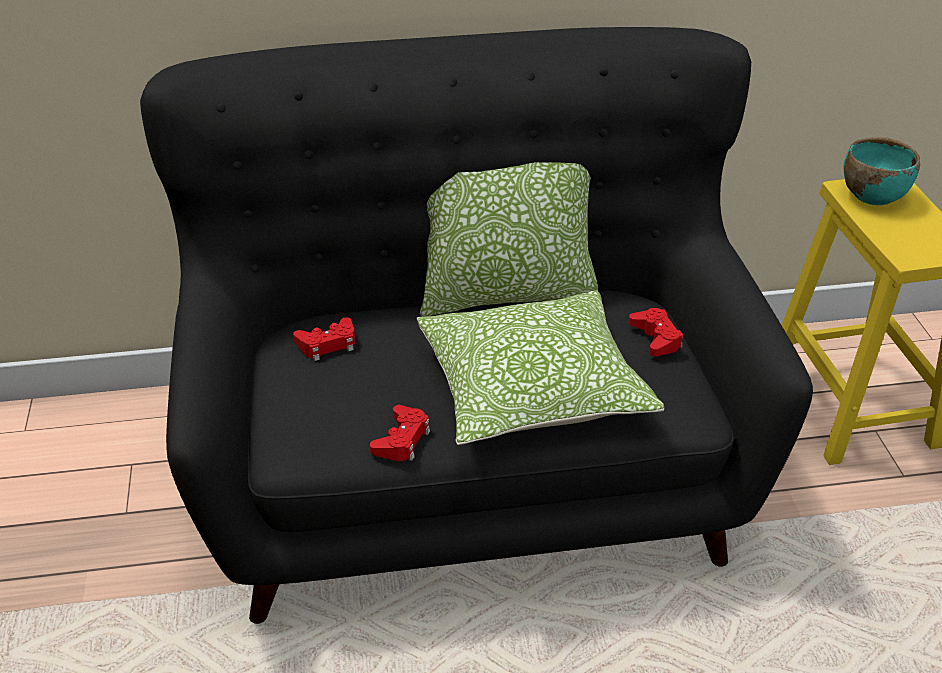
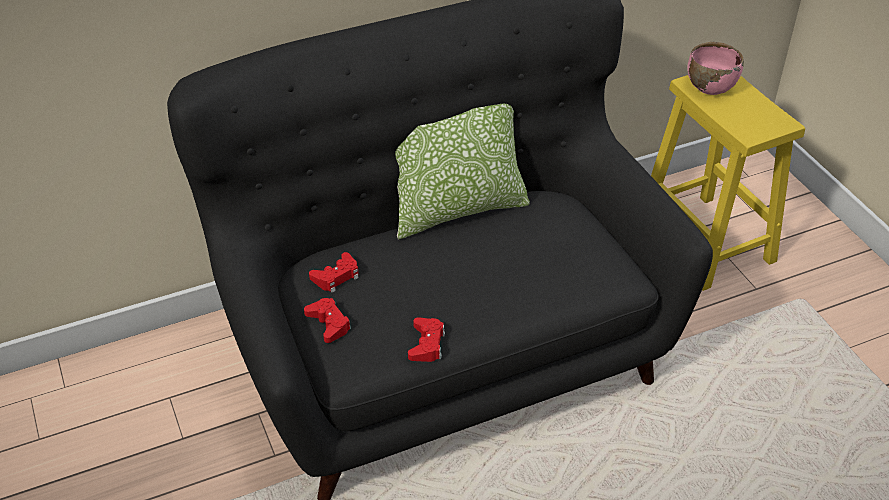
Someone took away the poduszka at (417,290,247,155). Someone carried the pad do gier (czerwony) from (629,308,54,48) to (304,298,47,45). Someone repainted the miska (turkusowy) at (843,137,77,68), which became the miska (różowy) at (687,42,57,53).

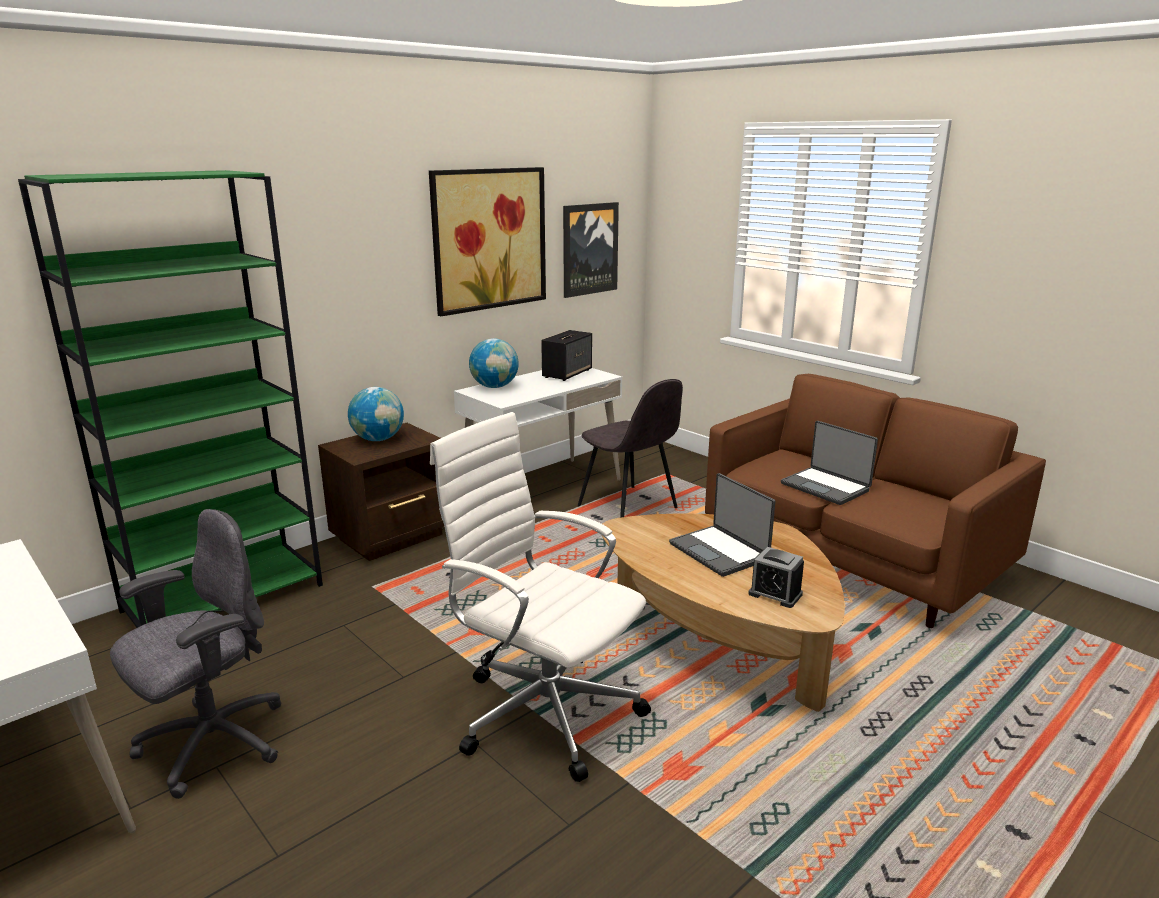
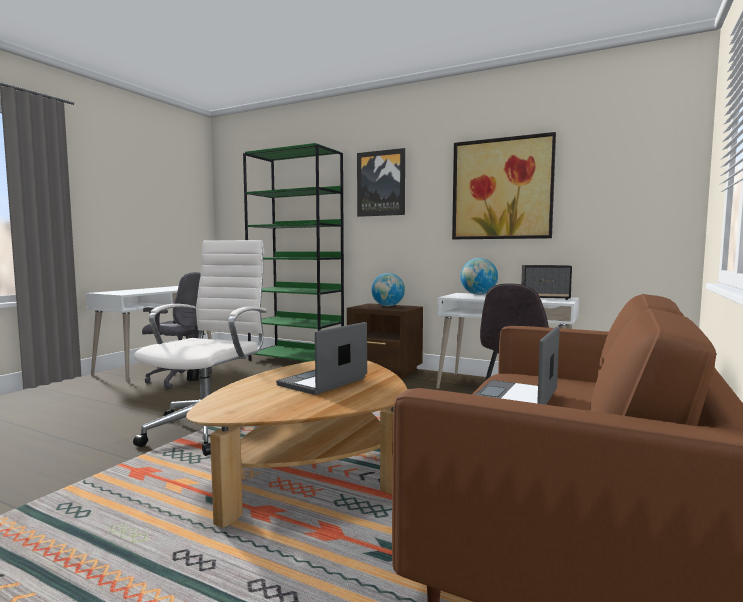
Someone carried the obraz from (563,202,56,96) to (357,148,48,69). Someone took away the budzik at (748,547,56,61).

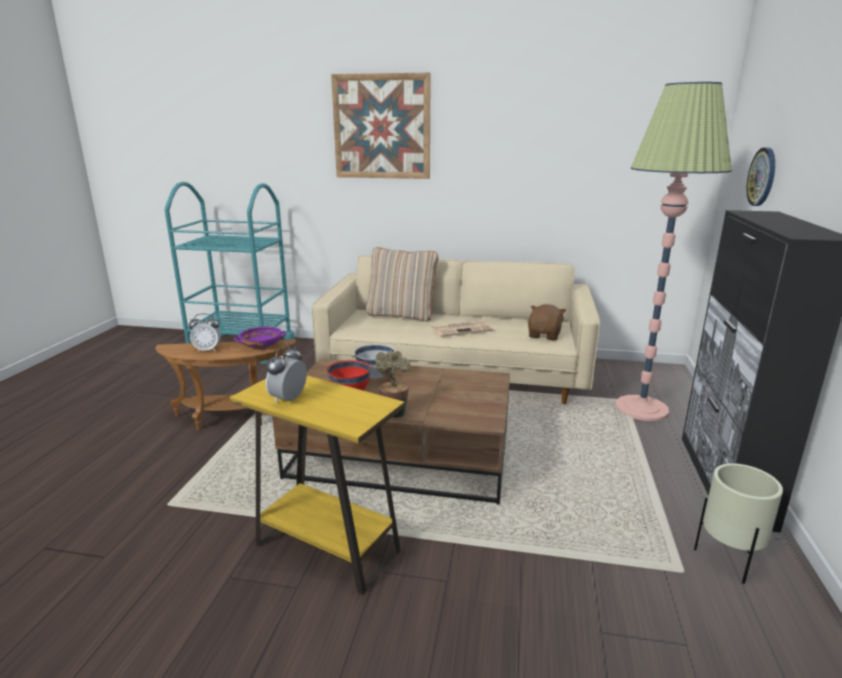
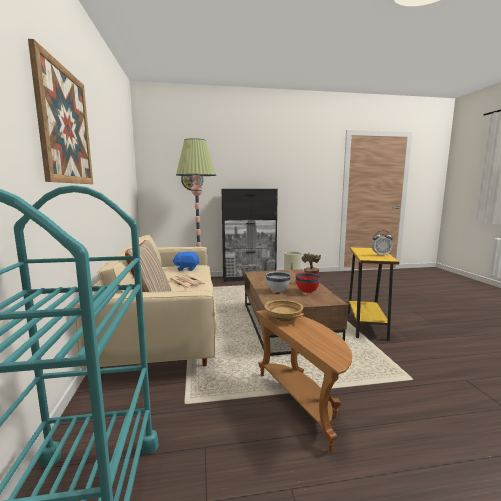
Someone took away the budzik at (189,314,32,38). Someone repainted the miska (fioletowy) at (234,327,53,23), which became the miska (beżowy) at (265,300,39,22). Someone repainted the pluszak (brązowy) at (528,304,38,36), which became the pluszak (niebieski) at (173,252,26,19).

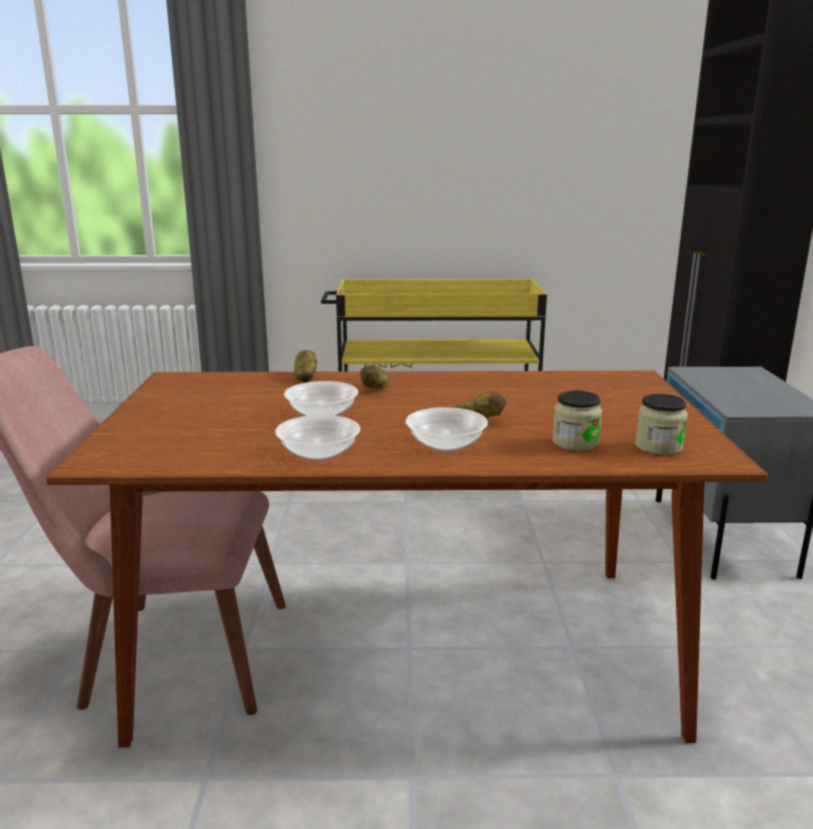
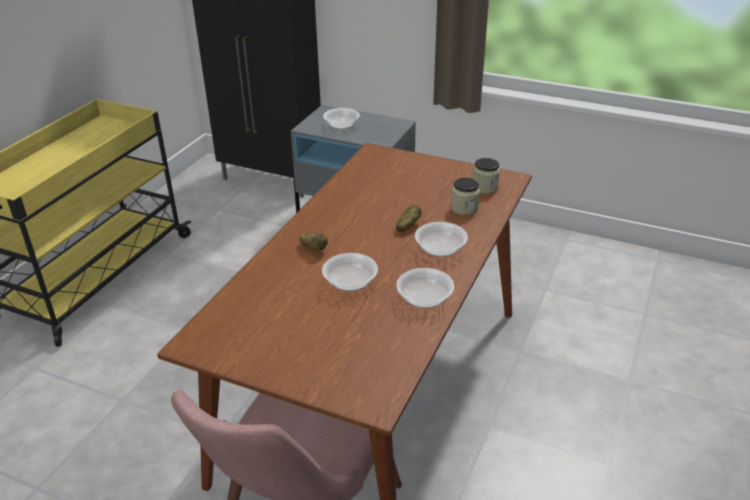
Someone took away the ziemniak at (294,350,23,32). Someone put down the miska at (323,108,37,21).

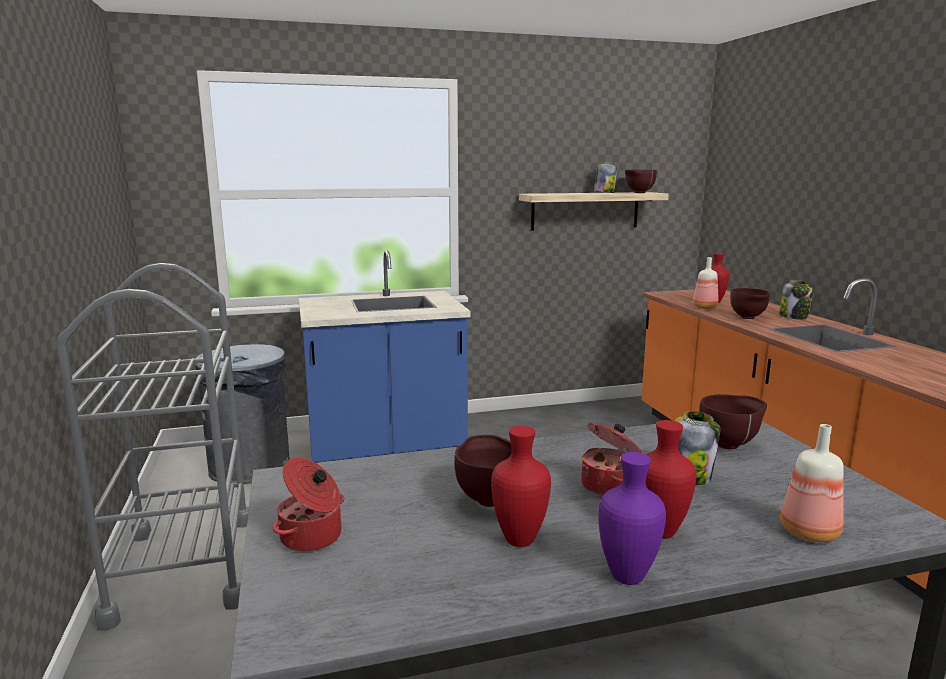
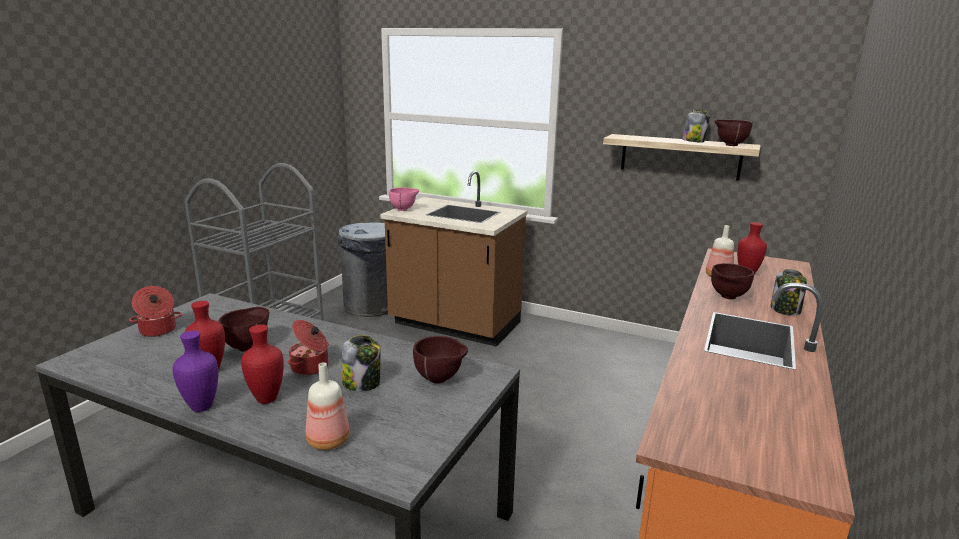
Someone repainted the zabudowa kuchenna (niebieski) at (299,250,172,213), which became the zabudowa kuchenna (brązowy) at (380,171,147,176). Someone put down the miska (różowy) at (389,187,30,24).

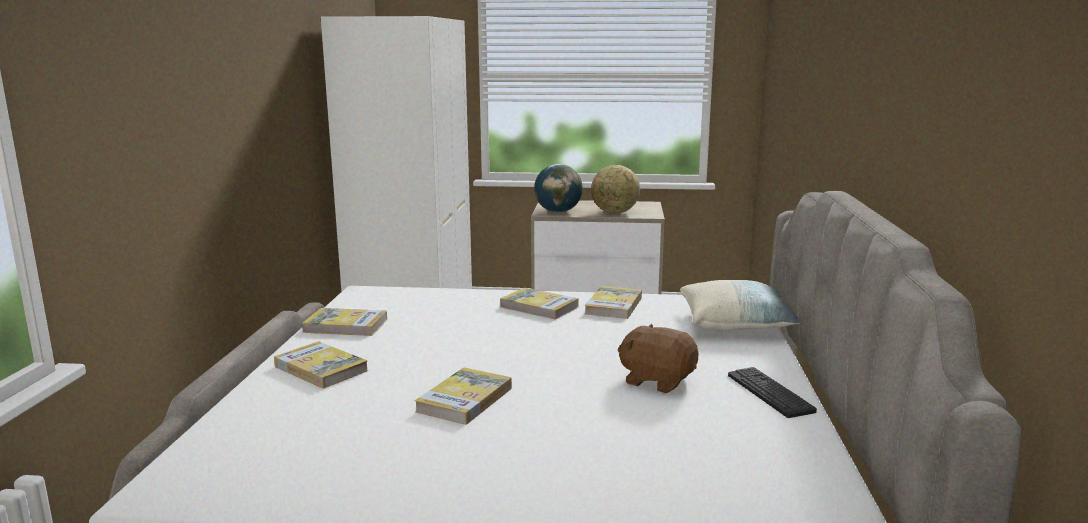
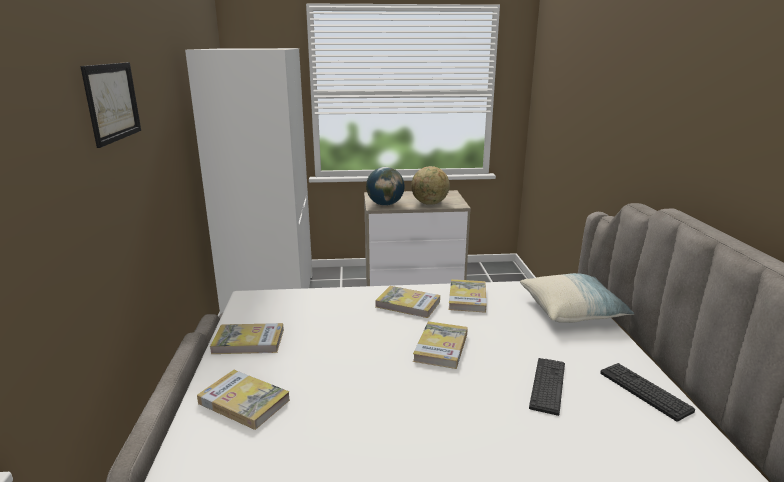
Someone carried the książka from (415,368,97,57) to (413,321,55,48). Someone swapped the pluszak (brązowy) at (618,324,81,69) for the klawiatura at (529,358,36,58). Someone put up the obraz at (80,62,61,86).

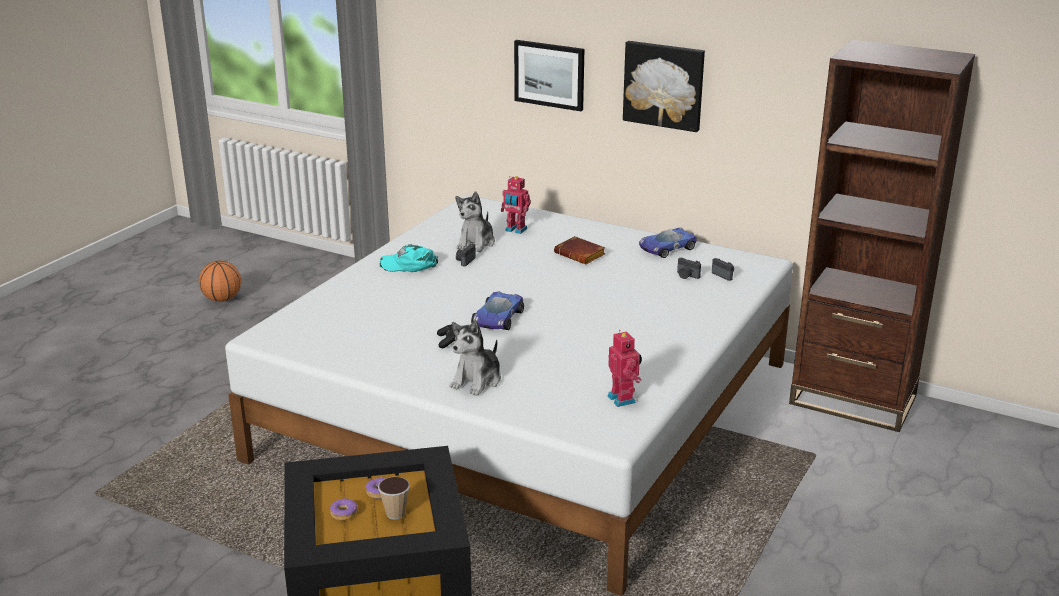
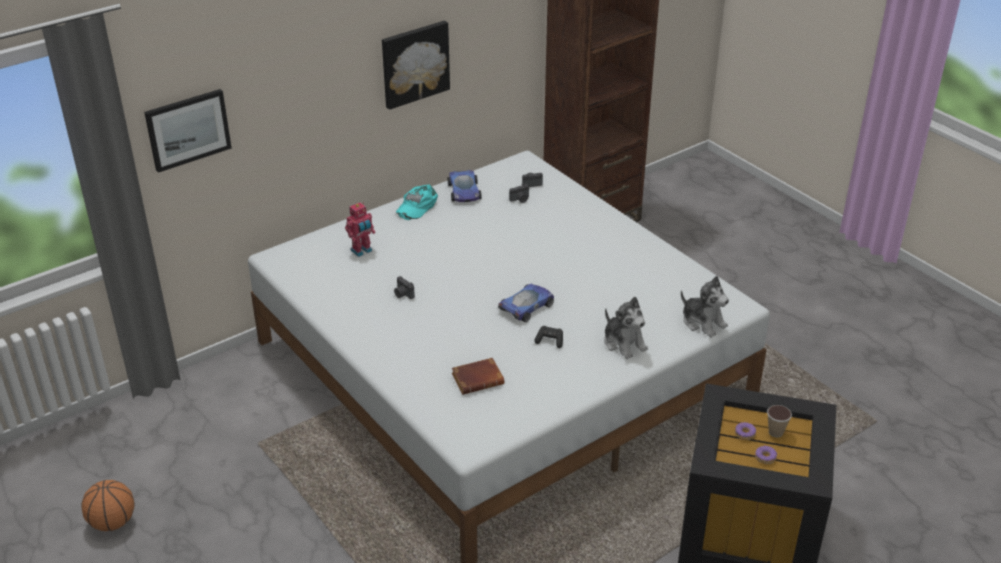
Someone carried the czapka z daszkiem (turkusowy) from (379,244,59,28) to (396,184,42,36). Someone carried the pluszak from (456,192,39,61) to (681,276,48,61). Someone rotated the samochodzik at (471,291,53,39) by 90 degrees counterclockwise. Someone carried the obraz from (514,40,70,71) to (144,89,88,84). Someone carried the książka (brązowy) from (554,236,52,28) to (452,358,52,37). Someone took away the robot zabawkowy at (608,330,34,77).

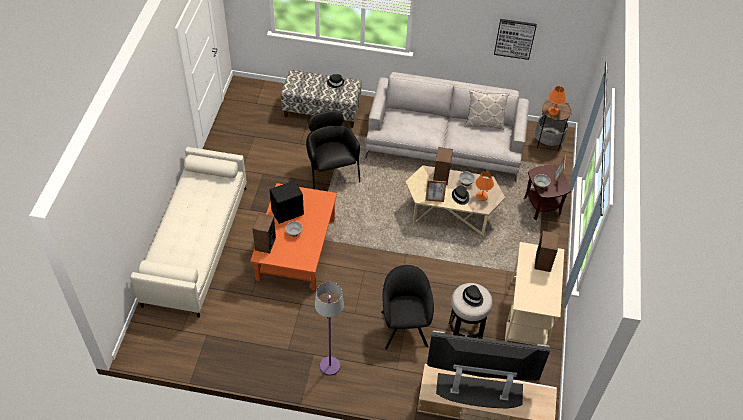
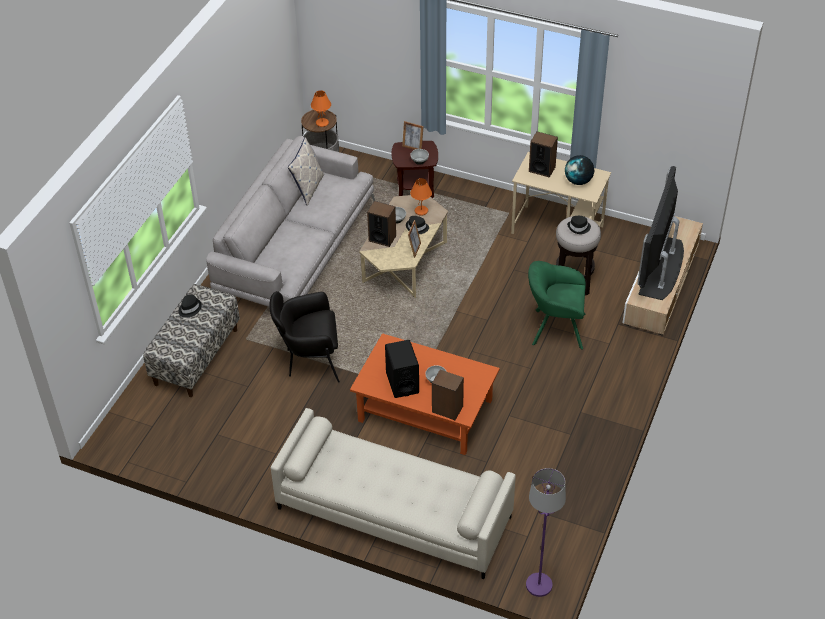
Someone carried the lampa stojąca (fioletowy) from (315,282,29,94) to (526,468,40,129). Someone repainted the fotel (czarny) at (381,265,53,85), which became the fotel (zielony) at (528,261,58,89). Someone took away the obraz at (494,19,43,41). Someone put down the globus at (565,155,29,30).

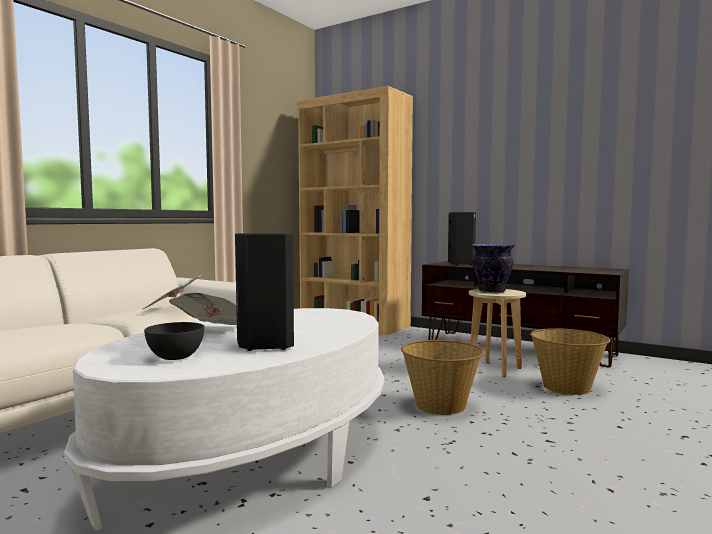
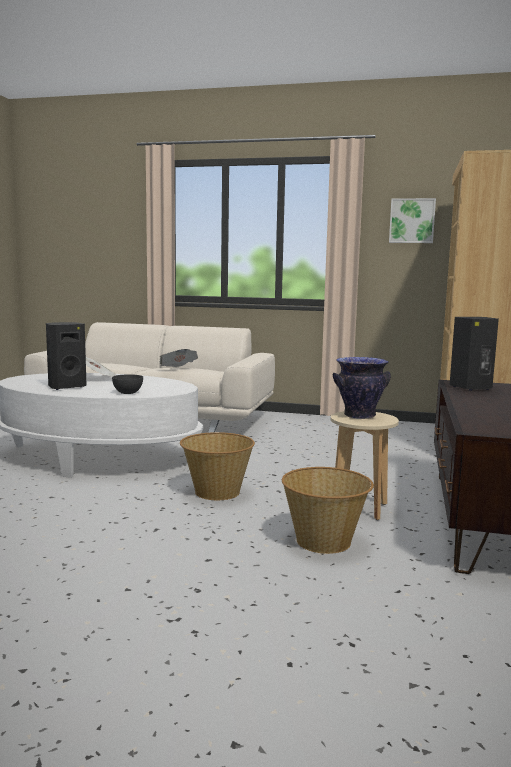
Someone carried the miska (szary) from (144,322,60,38) to (112,374,31,20). Someone put up the obraz at (389,198,47,45).

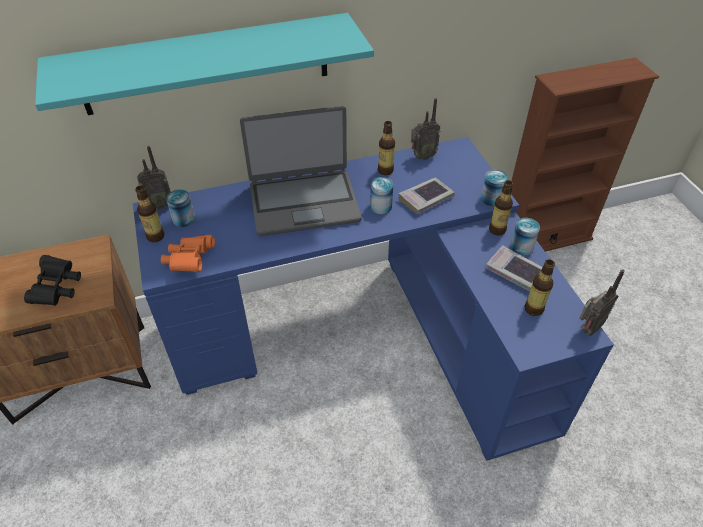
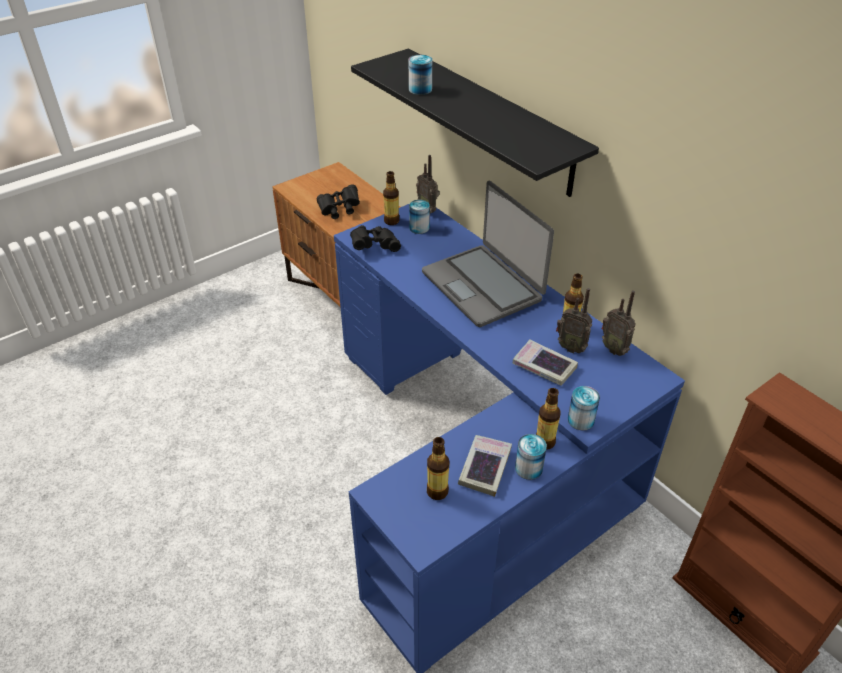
Someone repainted the półka (turkusowy) at (35,13,339,102), which became the półka (czarny) at (351,49,248,148). Someone repainted the lornetka (pomarańczowy) at (161,235,54,37), which became the lornetka (czarny) at (350,225,51,27). Someone carried the puszka from (370,177,23,37) to (409,55,23,40). Someone carried the radio from (579,269,46,67) to (556,288,36,66).

